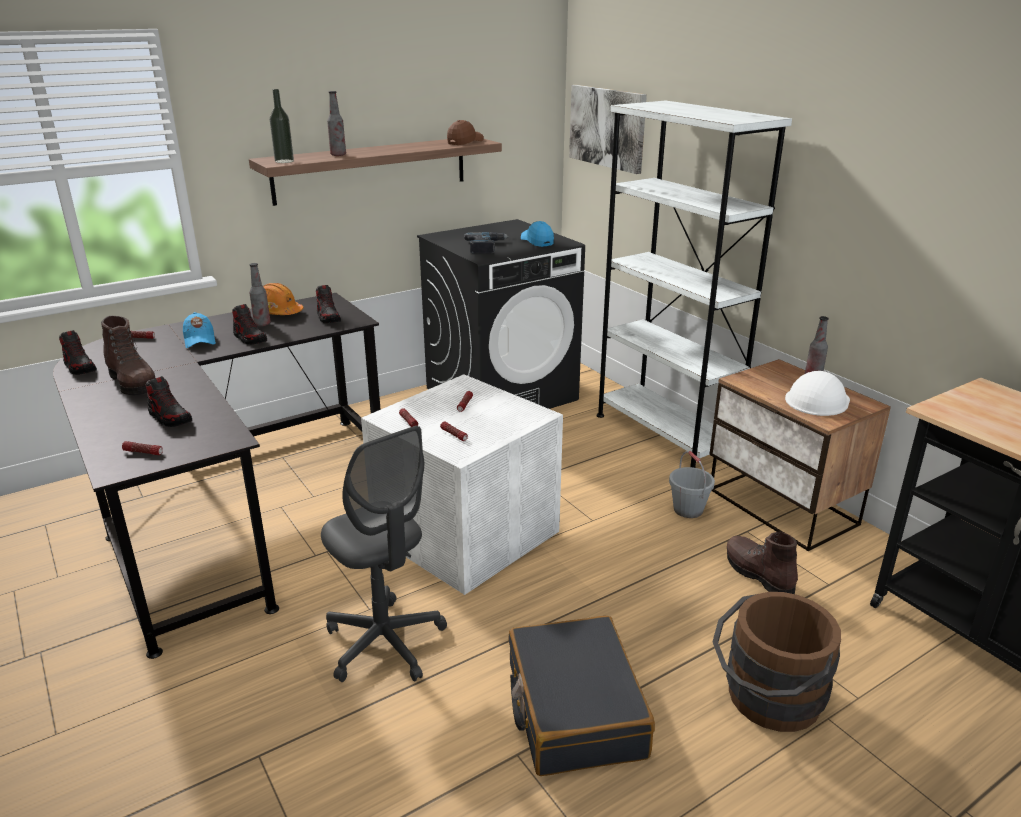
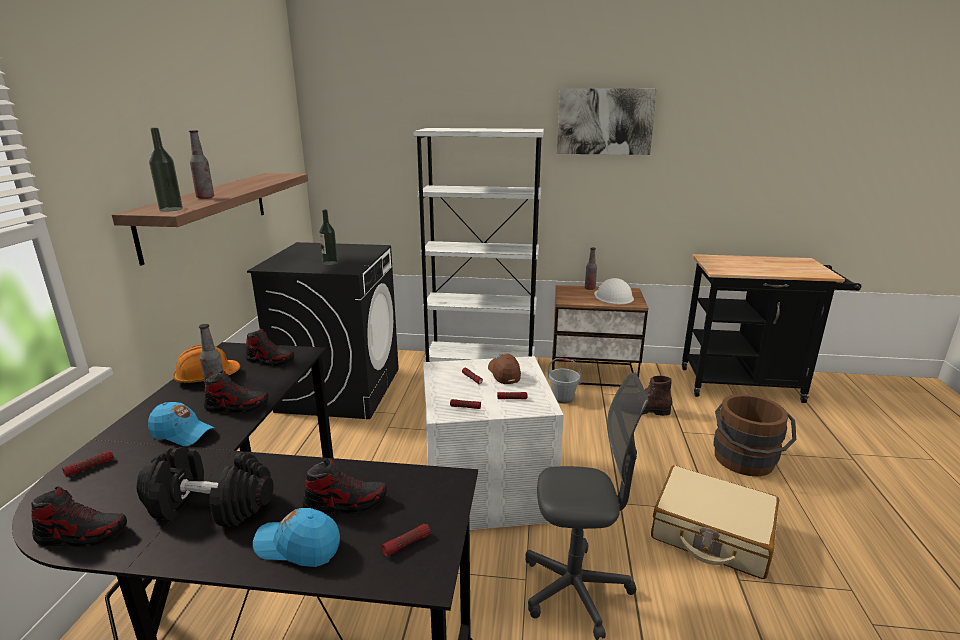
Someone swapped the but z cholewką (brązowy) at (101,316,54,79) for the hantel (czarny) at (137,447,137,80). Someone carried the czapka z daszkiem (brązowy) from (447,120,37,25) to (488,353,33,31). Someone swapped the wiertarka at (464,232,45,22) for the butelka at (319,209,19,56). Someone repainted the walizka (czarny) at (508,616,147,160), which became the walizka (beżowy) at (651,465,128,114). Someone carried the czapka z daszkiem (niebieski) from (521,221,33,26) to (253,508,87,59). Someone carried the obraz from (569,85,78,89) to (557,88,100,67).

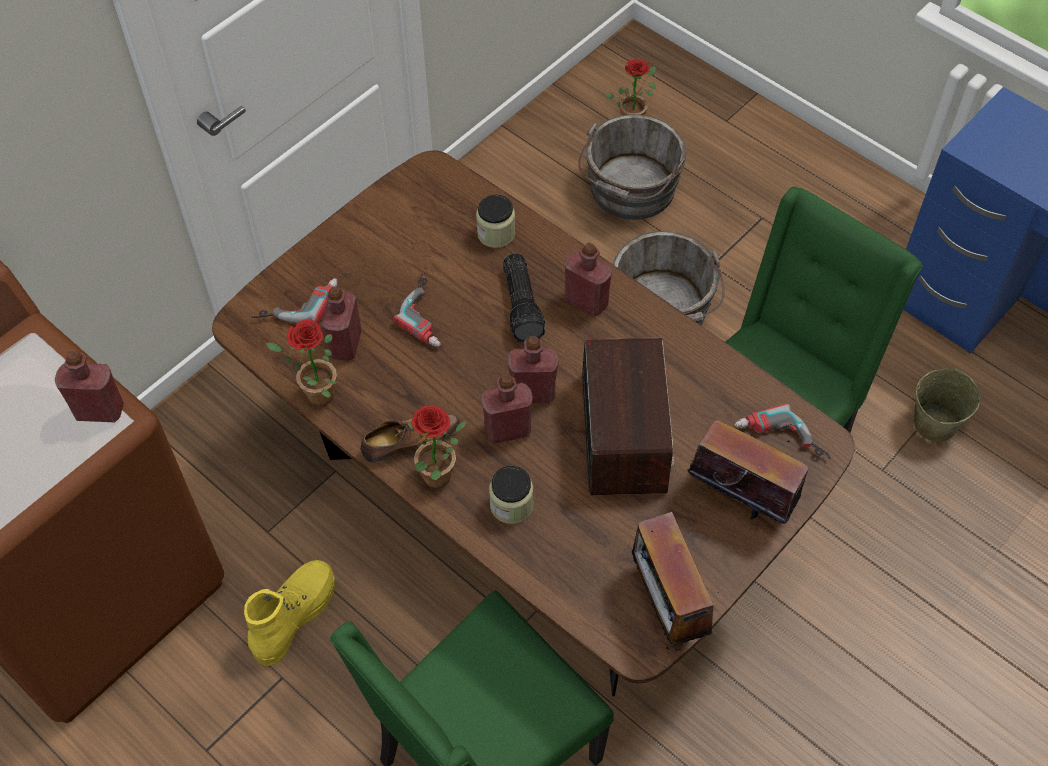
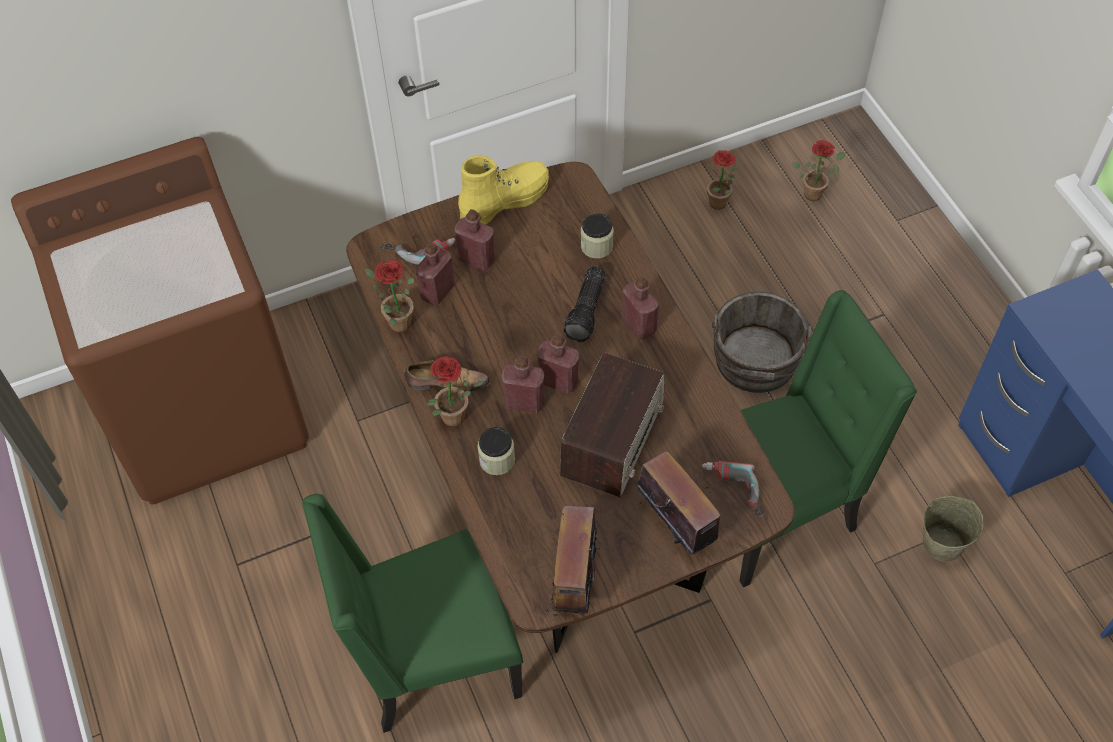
Someone carried the butelka (czerwony) from (55,351,69,72) to (454,209,41,61). Someone carried the but z cholewką (żółty) from (244,560,91,106) to (458,155,91,70). Someone took away the wiertarka at (393,272,48,75). Someone took away the wiadro (szary) at (578,114,108,106). Someone put down the roślina doniczkowa at (706,150,32,60).

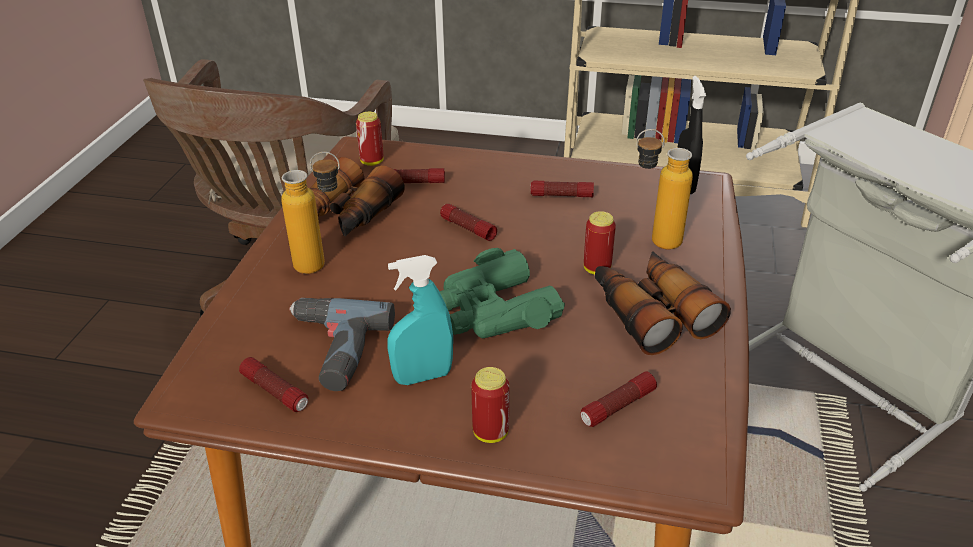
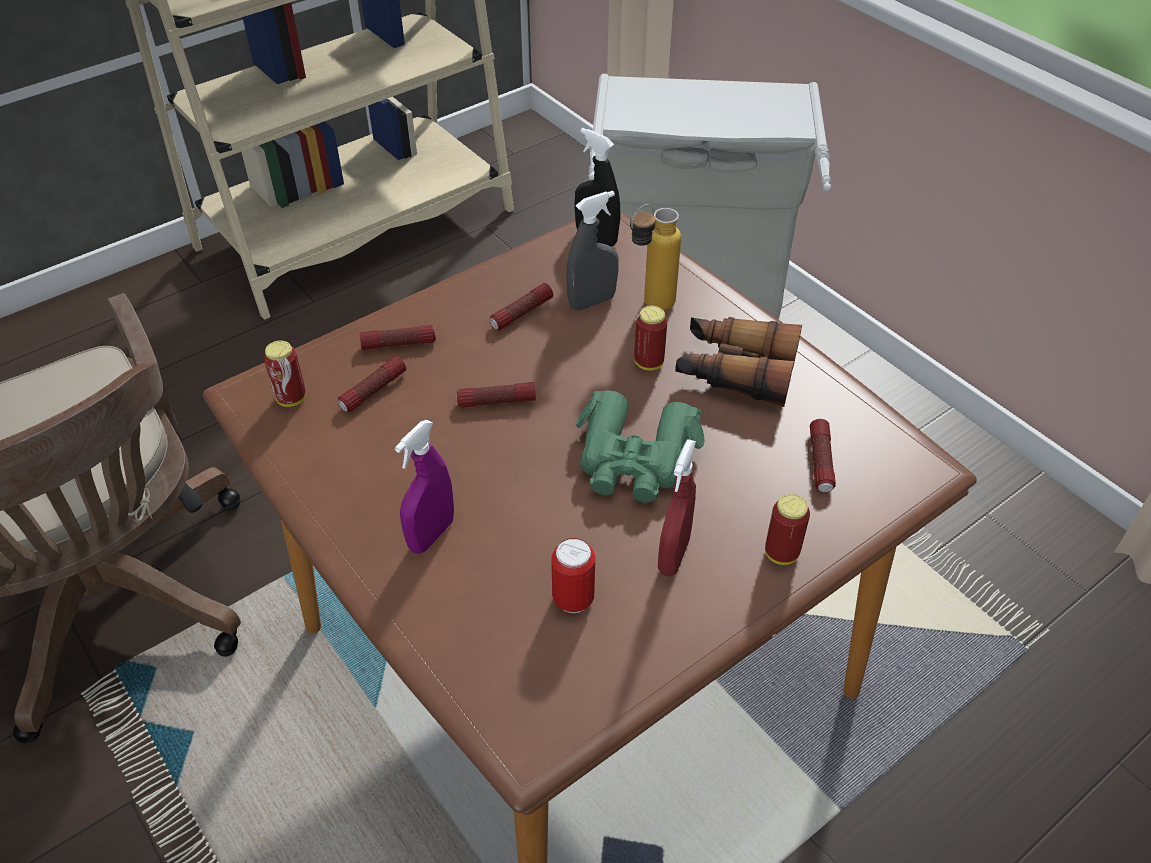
Someone carried the latarka from (239,357,69,55) to (360,325,76,25). Someone swapped the butelka at (281,152,59,122) for the spryskiwacz (fioletowy) at (395,420,59,134). Someone swapped the wiertarka at (289,298,106,93) for the puszka at (551,538,44,75). Someone took away the lornetka at (310,157,95,80). Someone repainted the spryskiwacz (turkusowy) at (387,255,66,130), which became the spryskiwacz (czerwony) at (658,439,38,137). Someone put down the spryskiwacz (szary) at (566,191,53,119).

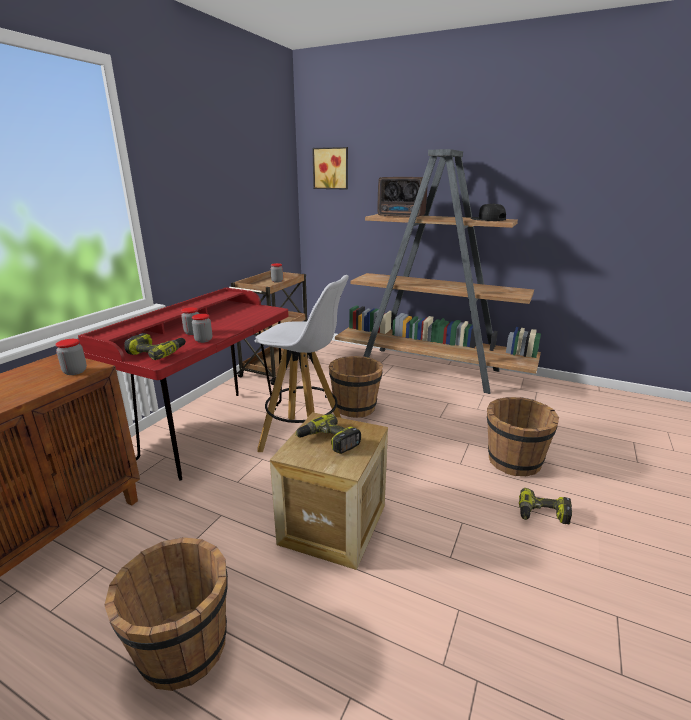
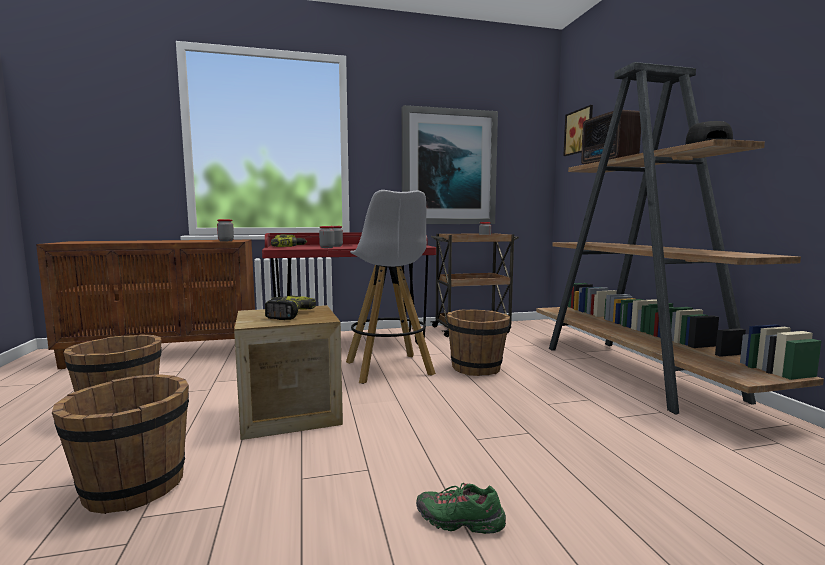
Someone carried the wiadro (brązowy) from (487,397,72,79) to (52,374,137,140). Someone swapped the wiertarka at (519,488,53,36) for the but (zielony) at (416,483,90,51). Someone put up the obraz at (402,105,96,119).

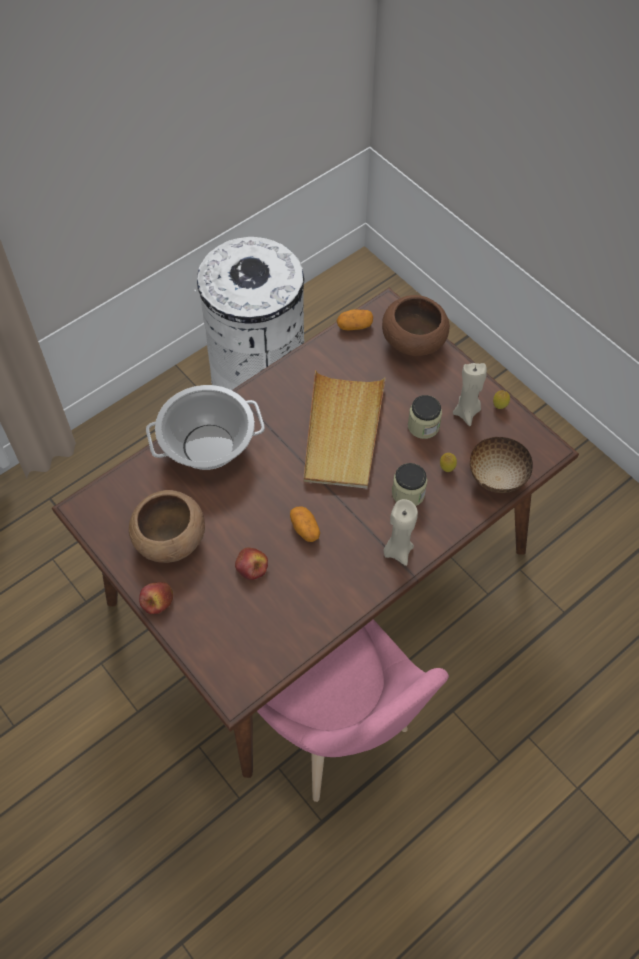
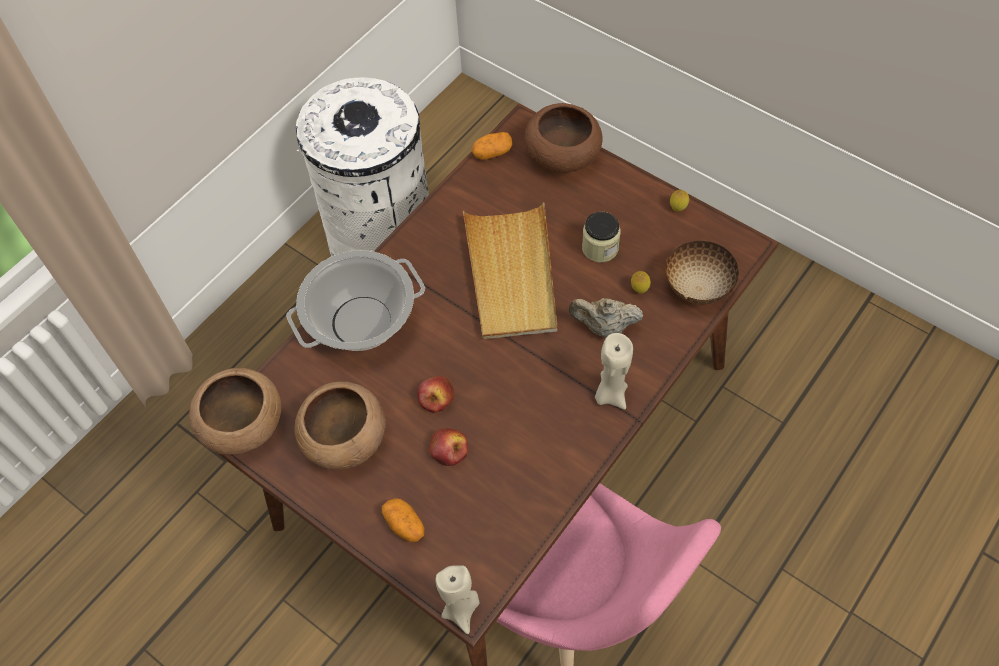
Someone carried the jabłko from (139,582,34,32) to (417,376,37,37). Someone carried the ziemniak from (290,506,30,36) to (382,498,43,44). Someone swapped the słoik at (392,463,35,43) for the imbryk (beżowy) at (568,298,75,39). Someone carried the świeca (beżowy) from (453,363,34,63) to (435,565,45,69). Someone put down the miska (brązowy) at (189,368,92,87).

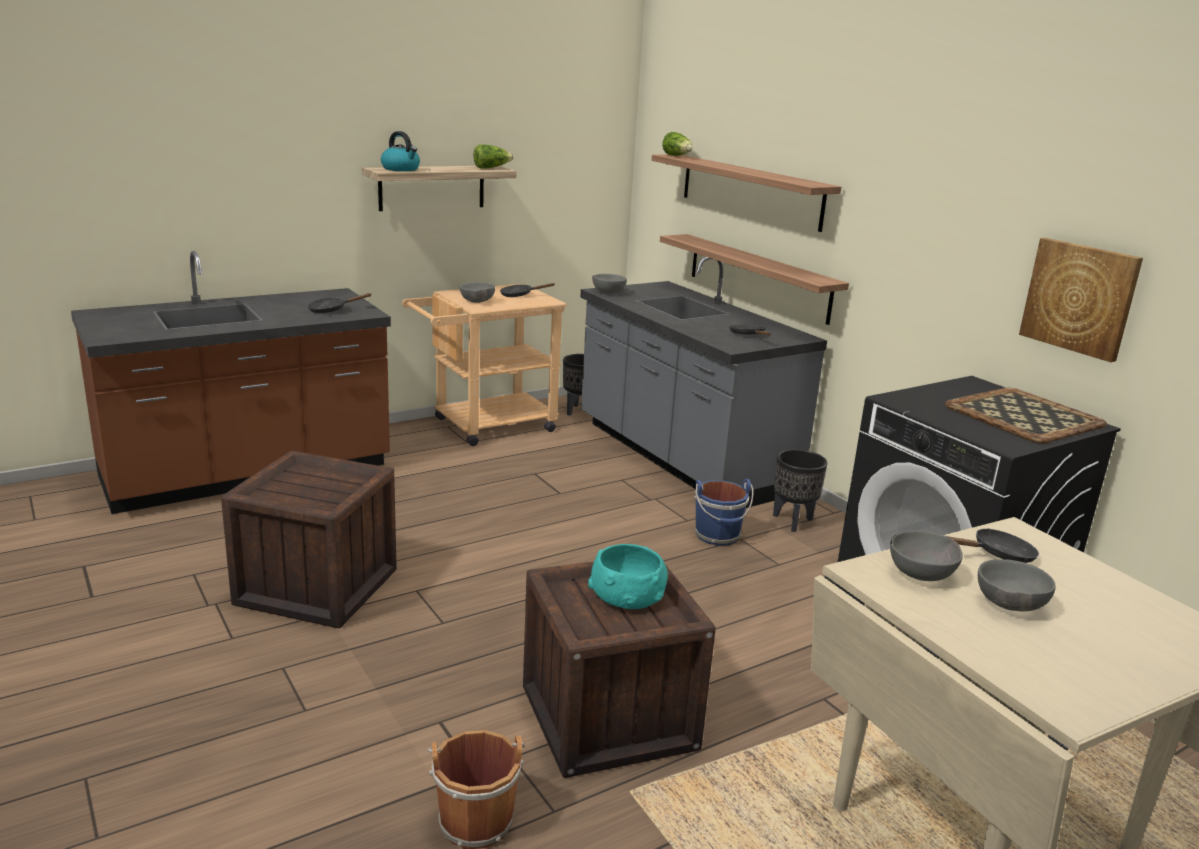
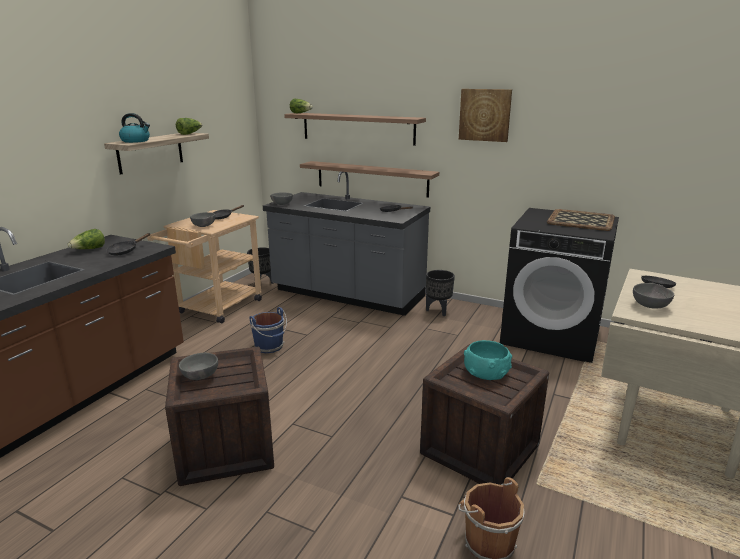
Someone carried the wiadro (niebieski) from (694,479,59,67) to (249,307,38,46). Someone carried the miska (szary) from (978,559,78,53) to (179,353,39,27). Someone carried the obraz from (1019,238,124,124) to (459,89,53,53). Someone put down the sałata at (67,229,38,20).

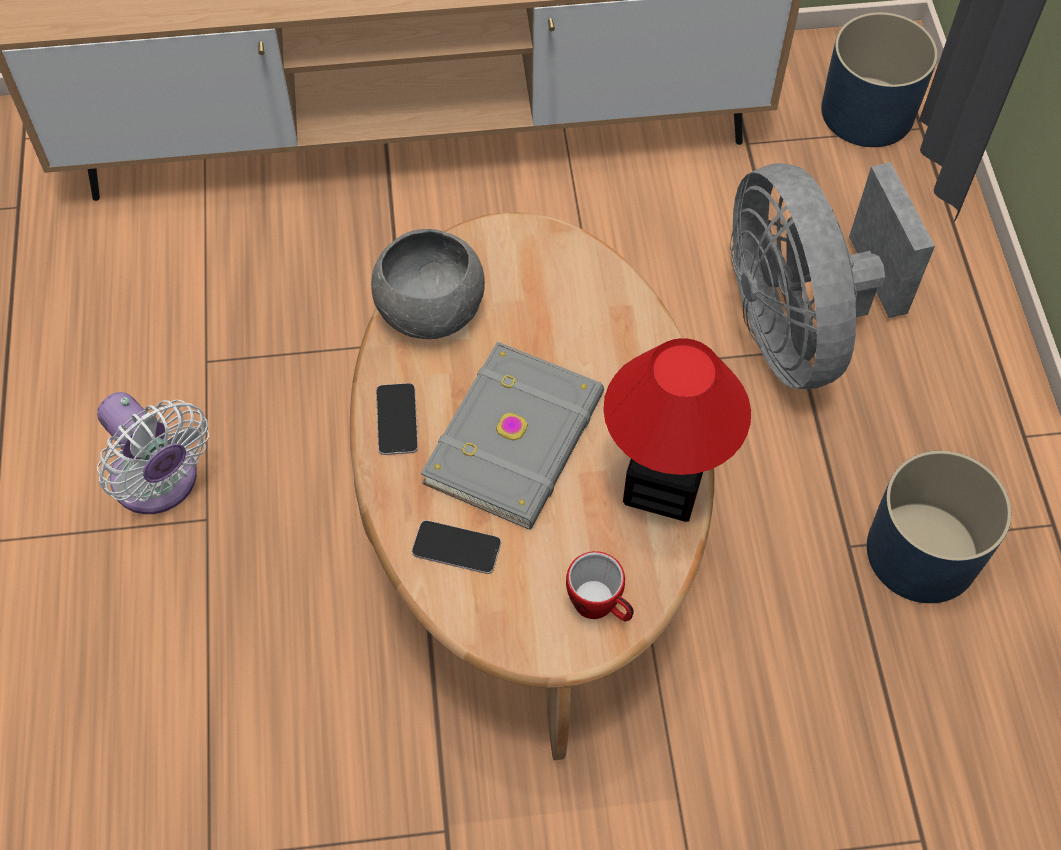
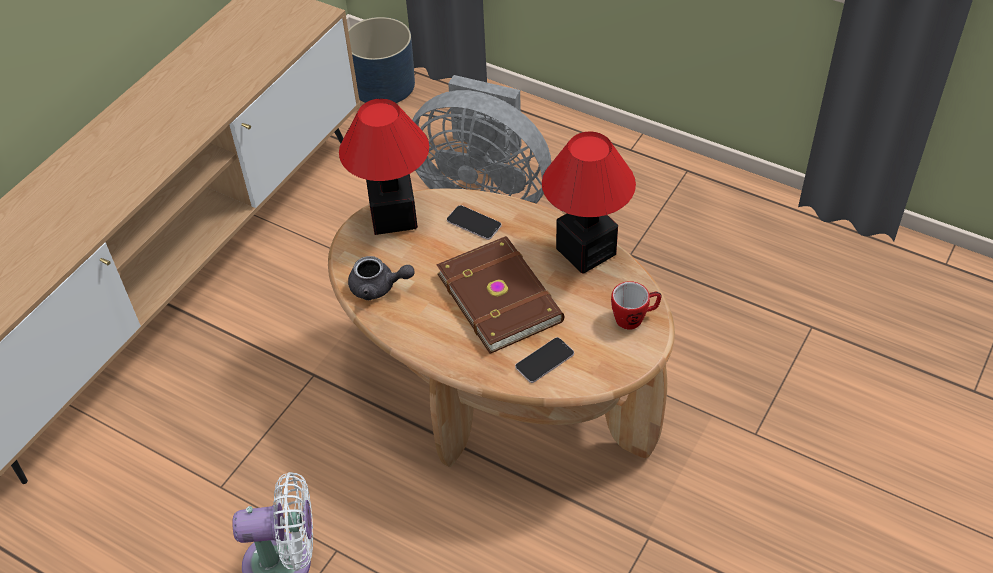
Someone swapped the miska (szary) at (371,229,114,110) for the imbryk (szary) at (348,256,67,44). Someone carried the telefon from (376,383,42,72) to (447,205,55,35). Someone repainted the książka (szary) at (421,341,183,188), which became the książka (brązowy) at (436,236,128,118). Someone took away the donica (niebieski) at (867,451,144,152). Someone put down the lampa stołowa at (339,99,90,136).

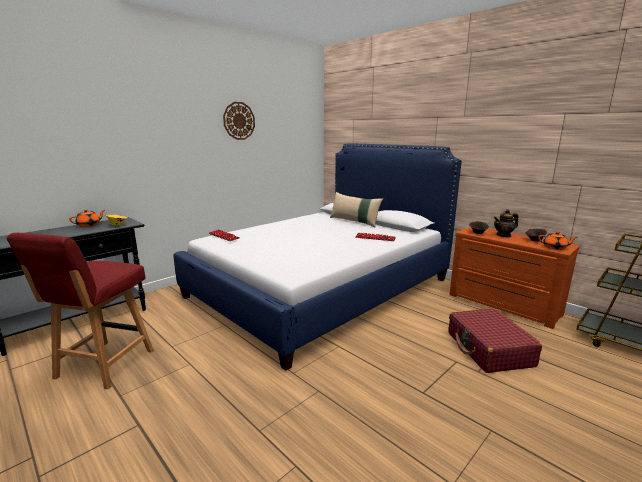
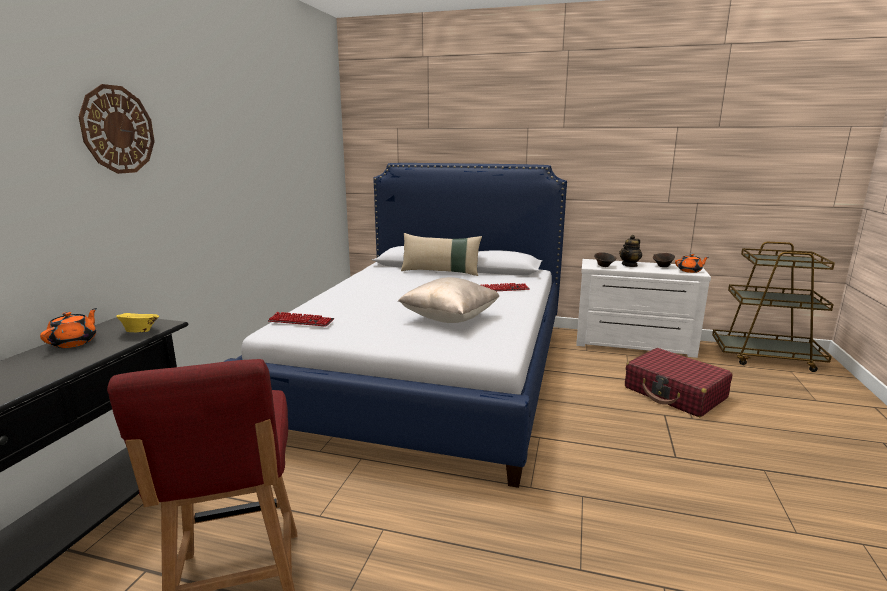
Someone carried the zegar ścienny from (223,102,32,38) to (79,84,76,90). Someone repainted the komoda (brązowy) at (449,227,131,102), which became the komoda (biały) at (576,259,135,99). Someone put down the poduszka (beżowy) at (398,277,102,46).

